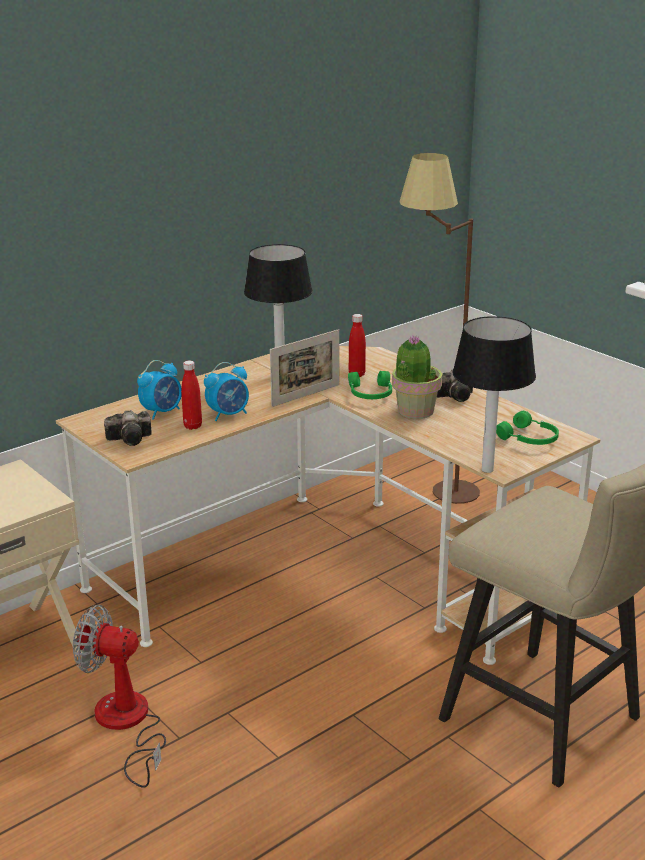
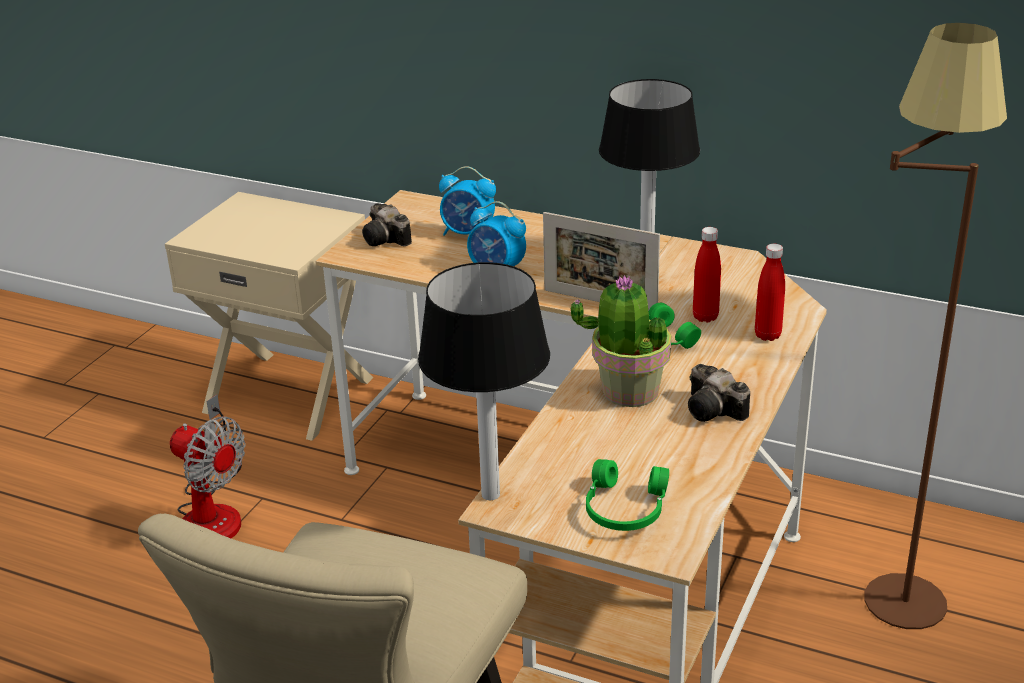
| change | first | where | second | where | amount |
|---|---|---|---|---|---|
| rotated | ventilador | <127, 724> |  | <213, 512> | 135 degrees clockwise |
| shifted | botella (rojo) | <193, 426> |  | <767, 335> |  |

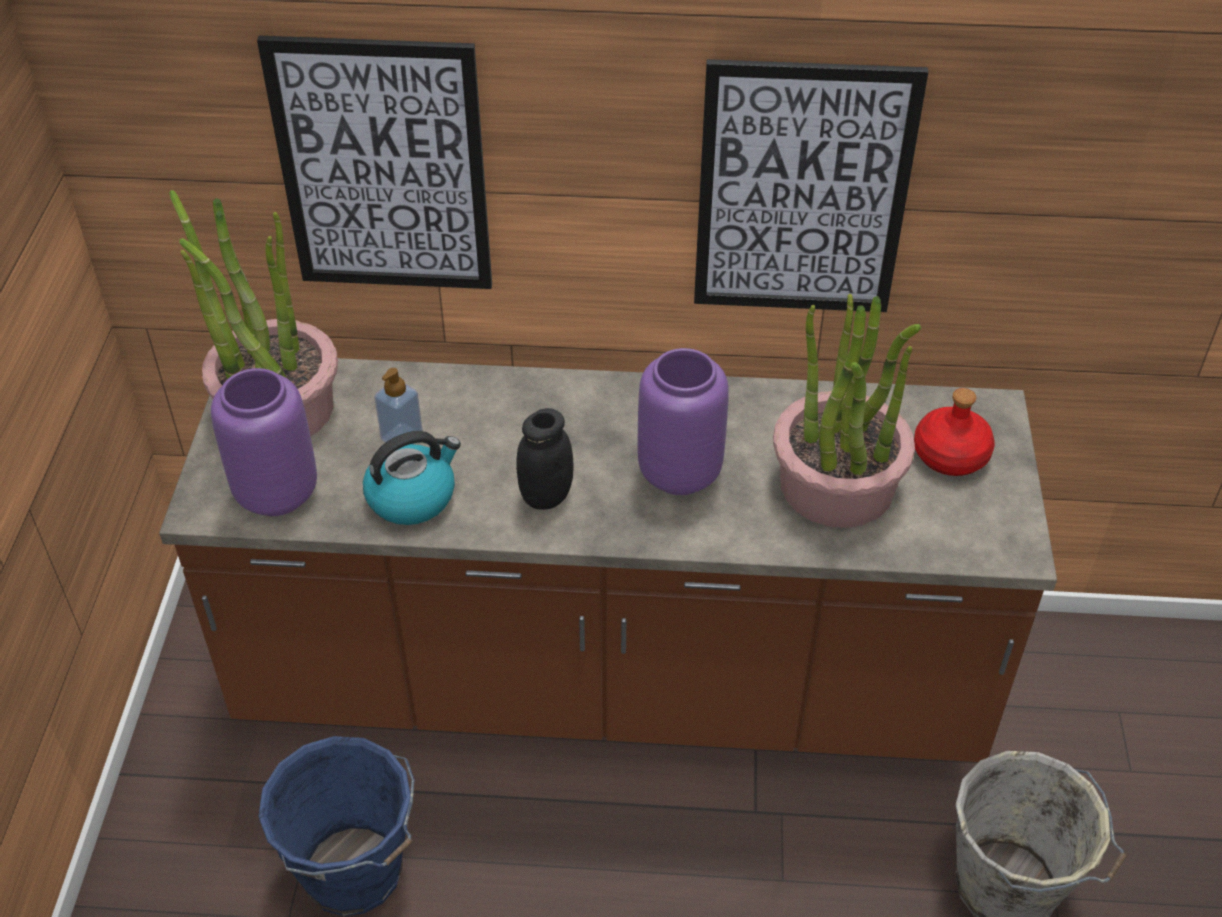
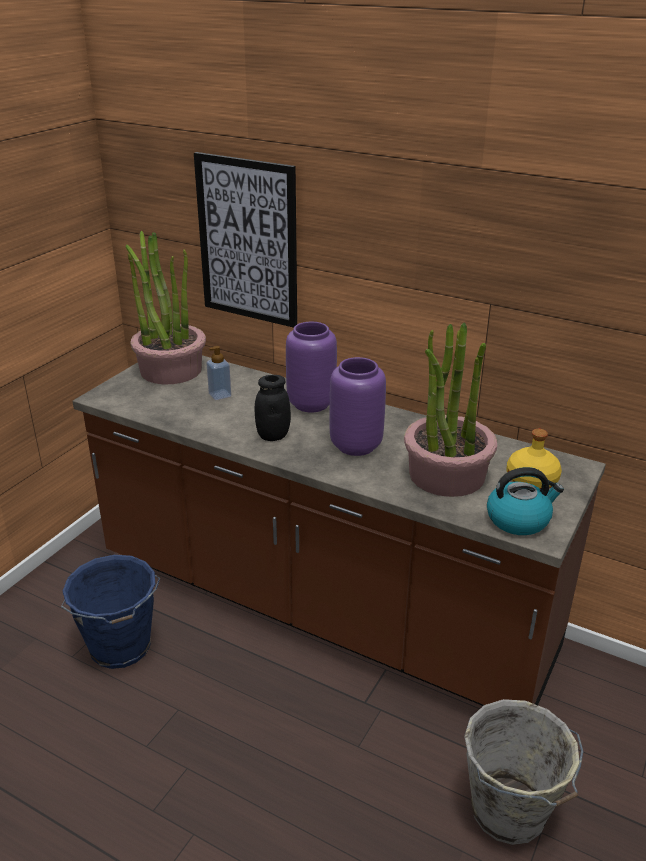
| change | first | where | second | where | amount |
|---|---|---|---|---|---|
| shifted | florero (morado) | <278, 494> |  | <312, 404> |  |
| shifted | hervidor | <412, 497> |  | <519, 519> |  |
| gone | cuadro | <802, 191> |  |  |  |
| repainted | botella (rojo) | <949, 455> | botella (amarillo) | <531, 480> |  |

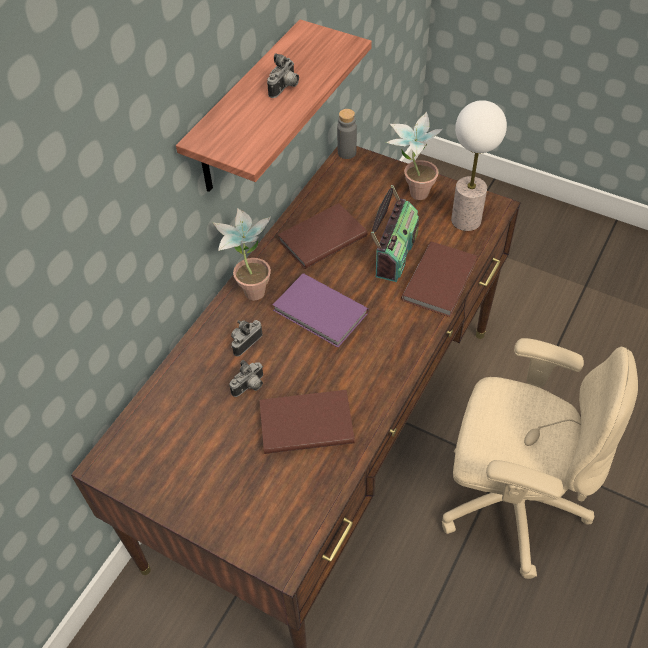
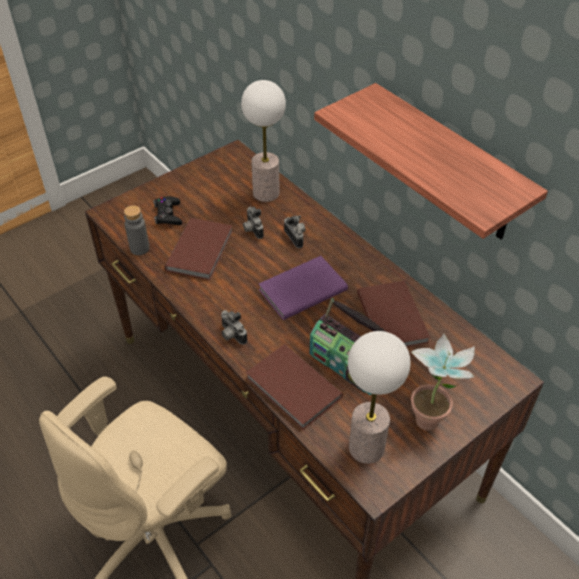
| change | first | where | second | where | amount |
|---|---|---|---|---|---|
| gone | planta en maceta | <251, 287> |  |  |  |
| shifted | cámara | <285, 88> |  | <231, 335> |  |
| shifted | botella (gris) | <347, 152> |  | <139, 248> |  |
| new |  |  | mando de consola (negro) | <168, 215> |  |
| new |  |  | lámpara de mesa | <266, 193> |  |

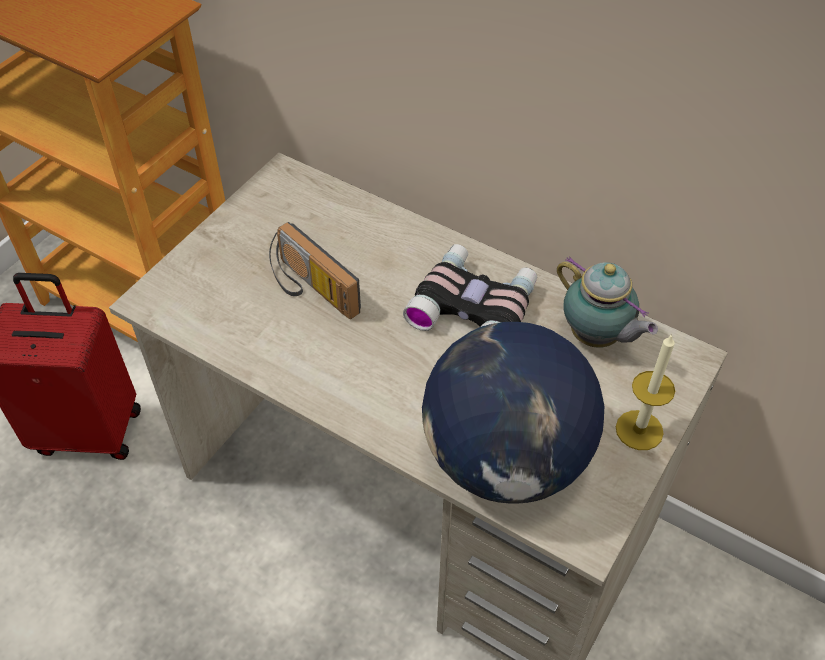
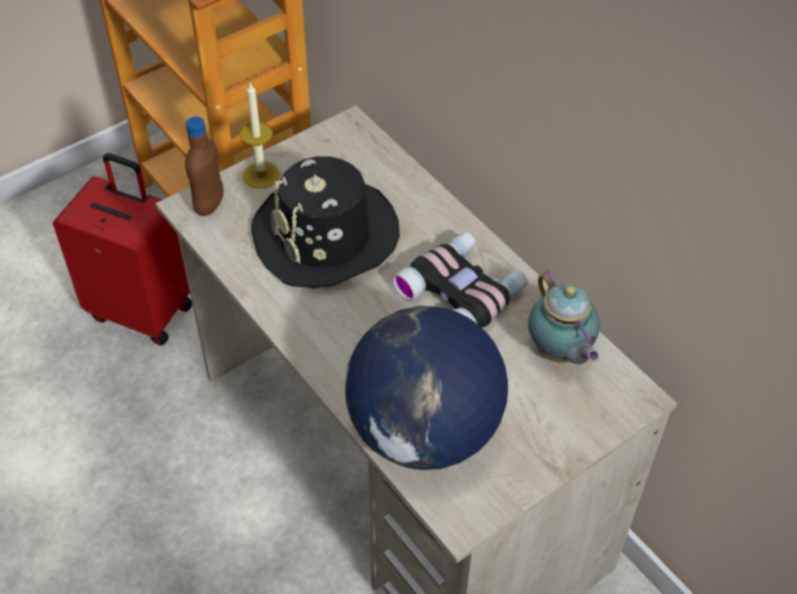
| change | first | where | second | where | amount |
|---|---|---|---|---|---|
| swapped | radio | <309, 289> | sombrero (negro) | <326, 236> |  |
| shifted | vela | <639, 430> |  | <261, 175> |  |
| new |  |  | botella (marrón) | <209, 204> |  |

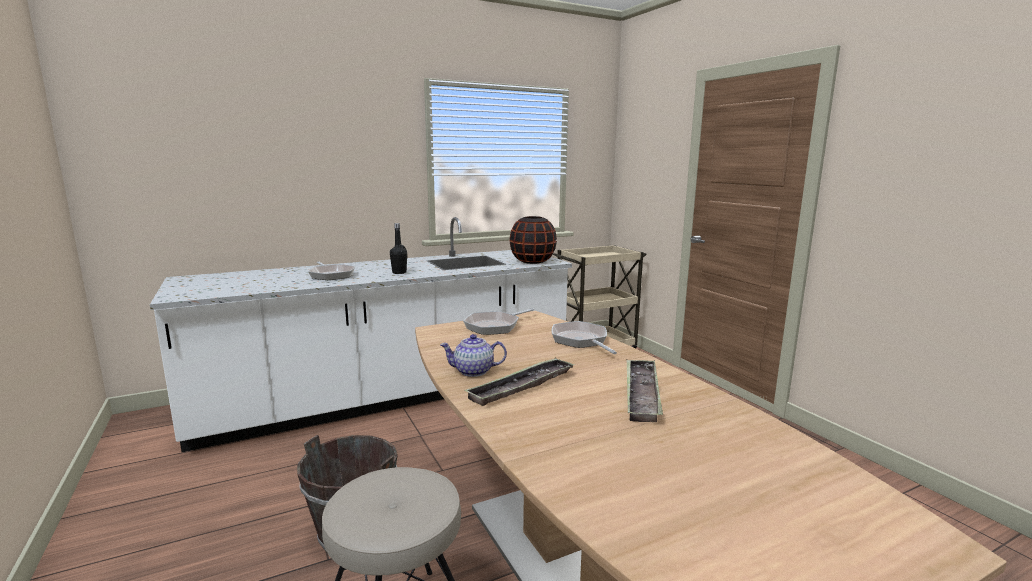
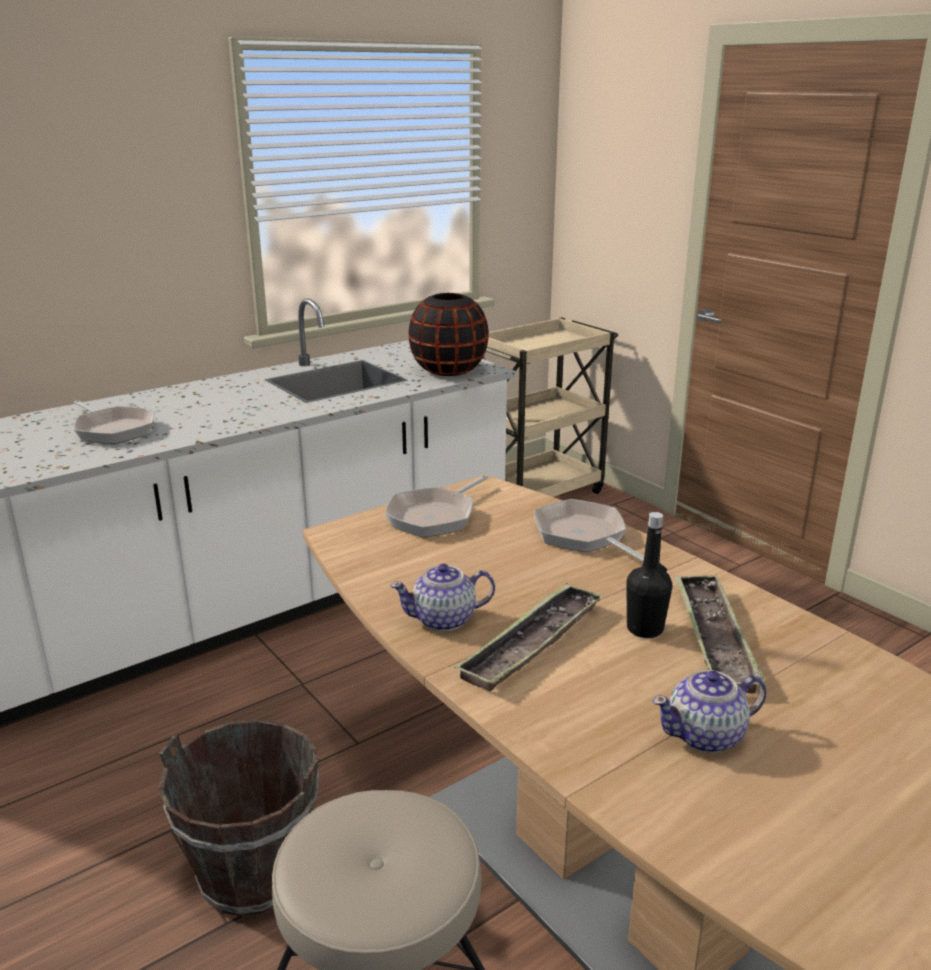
| change | first | where | second | where | amount |
|---|---|---|---|---|---|
| shifted | botella (negro) | <399, 272> |  | <645, 629> |  |
| new |  |  | tetera | <706, 736> |  |

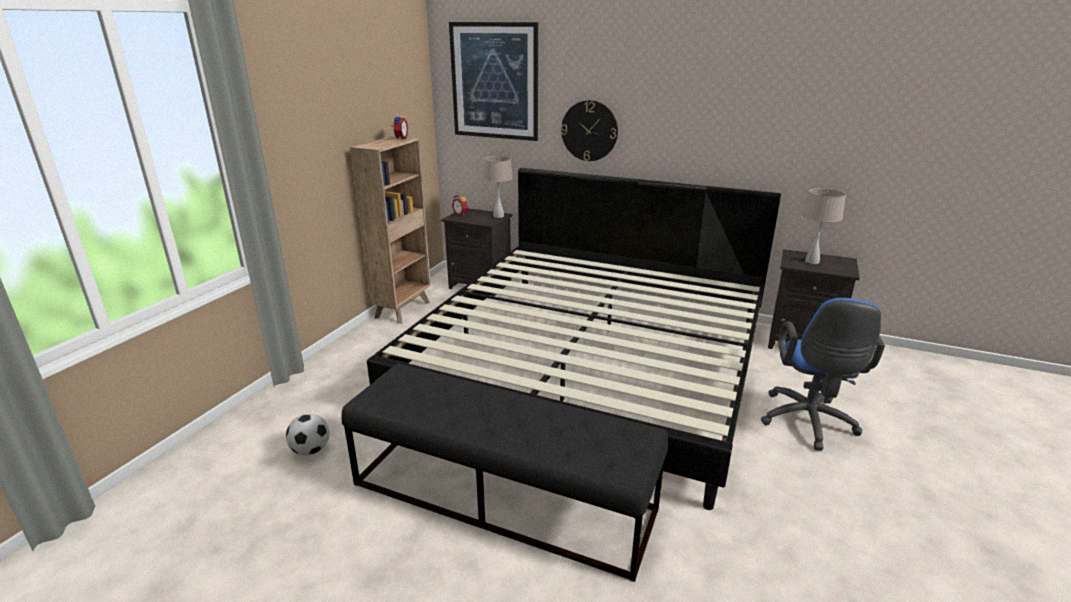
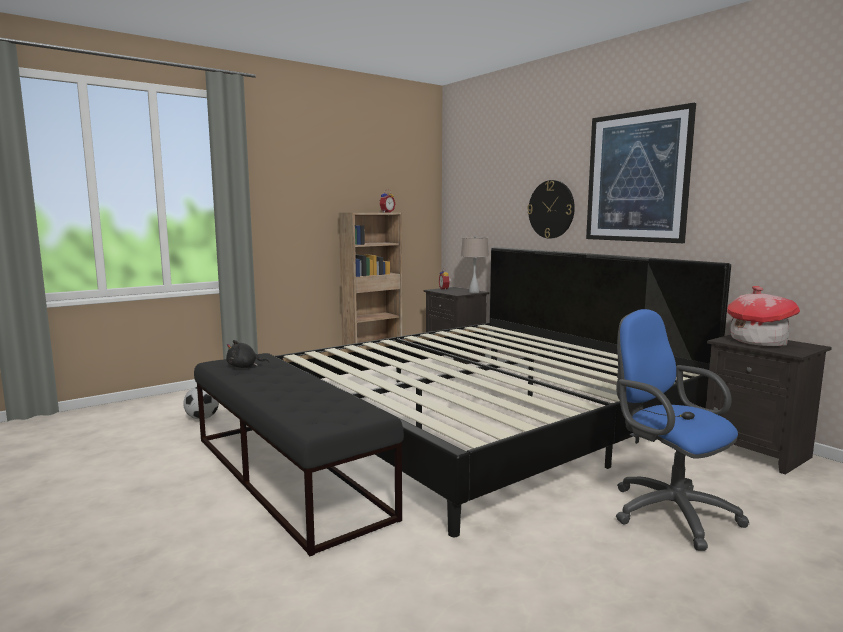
| change | first | where | second | where | amount |
|---|---|---|---|---|---|
| shifted | cuadro | <494, 81> |  | <637, 177> |  |
| rotated | silla de oficina (azul) | <808, 423> |  | <666, 511> | 105 degrees clockwise |
| swapped | lámpara de mesa (beis) | <811, 261> | casita | <758, 341> |  |
| new |  |  | peluche (negro) | <244, 367> |  |

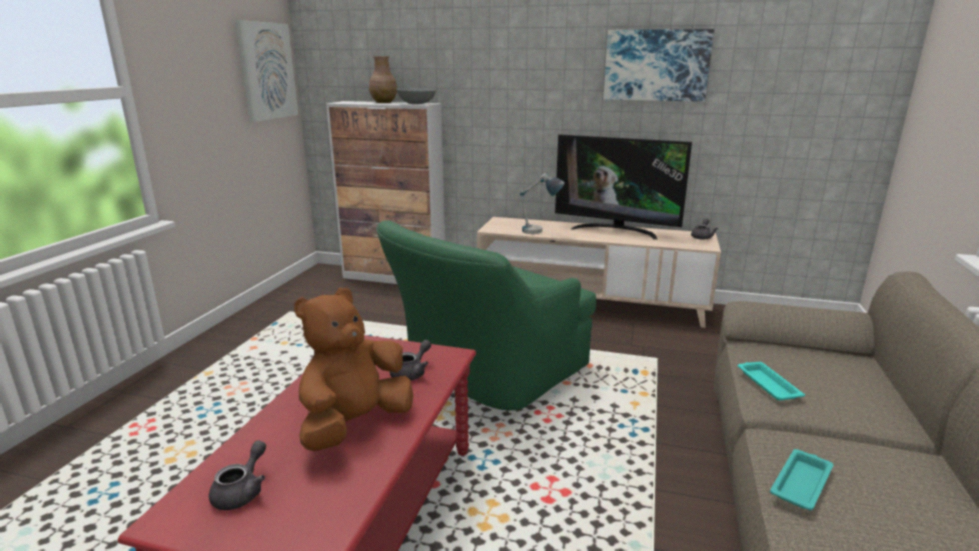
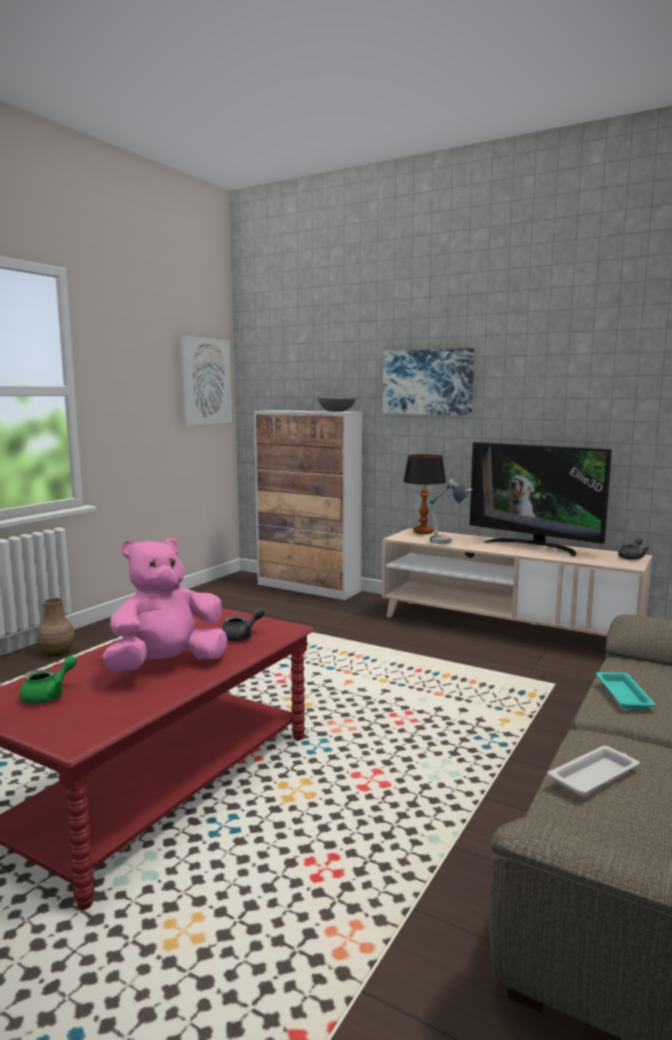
| change | first | where | second | where | amount |
|---|---|---|---|---|---|
| repainted | tetera (gris) | <242, 491> | tetera (verde) | <49, 695> |  |
| repainted | peluche (marrón) | <355, 424> | peluche (rosa) | <167, 665> |  |
| shifted | florero (marrón) | <383, 102> |  | <56, 652> |  |
| gone | sillón (verde) | <485, 372> |  |  |  |
| shifted | cuadro | <656, 65> |  | <428, 382> |  |
| repainted | bandeja (turquesa) | <801, 483> | bandeja (blanco) | <595, 775> |  |
| new |  |  | lámpara de mesa | <423, 532> |  |

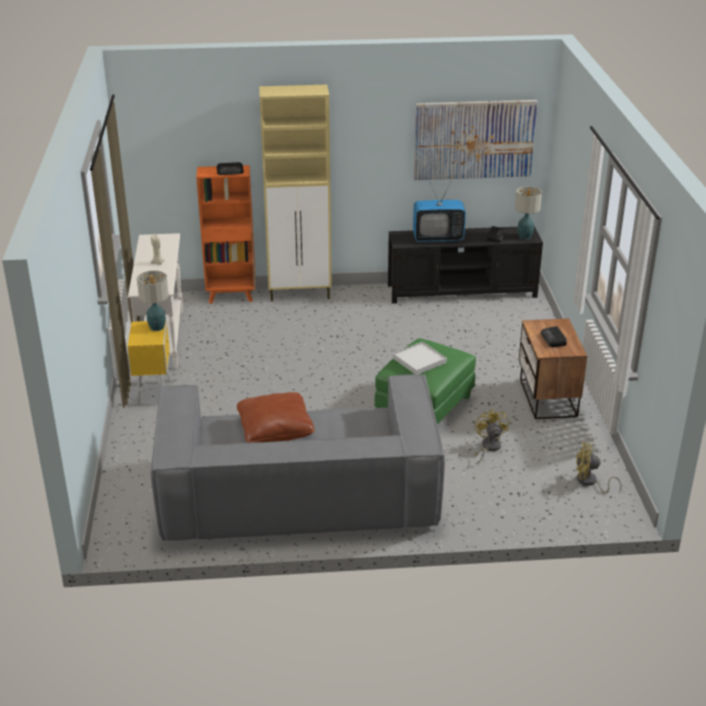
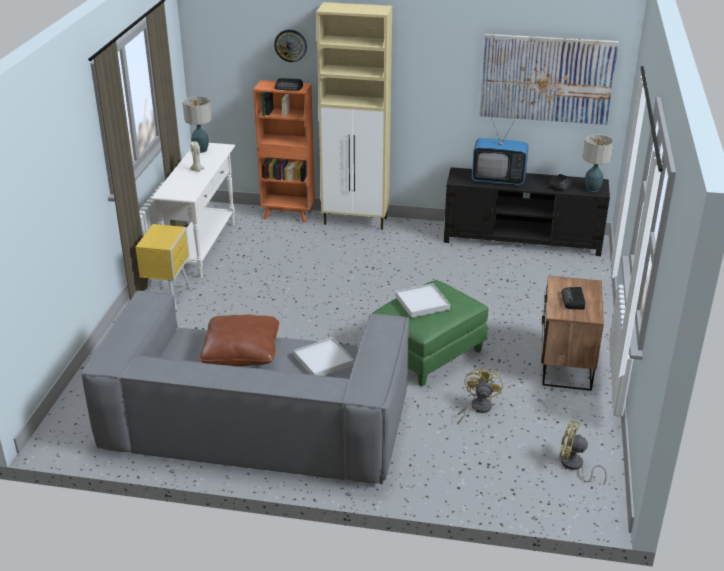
| change | first | where | second | where | amount |
|---|---|---|---|---|---|
| shifted | lámpara de mesa | <156, 327> |  | <200, 150> |  |
| new |  |  | reloj de pared | <290, 45> |  |
| new |  |  | bandeja (blanco) | <323, 360> |  |

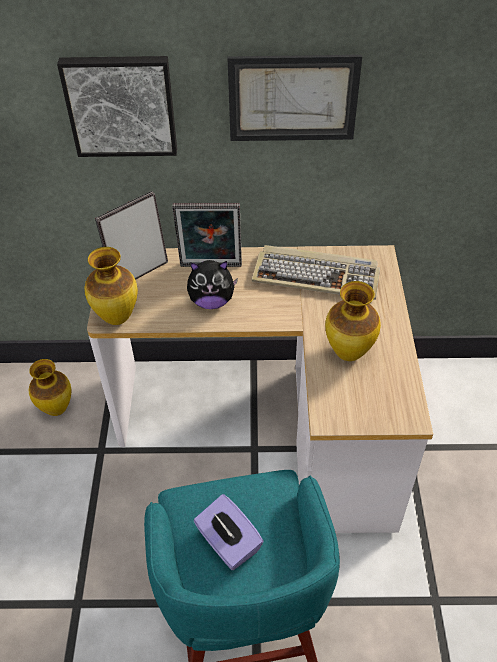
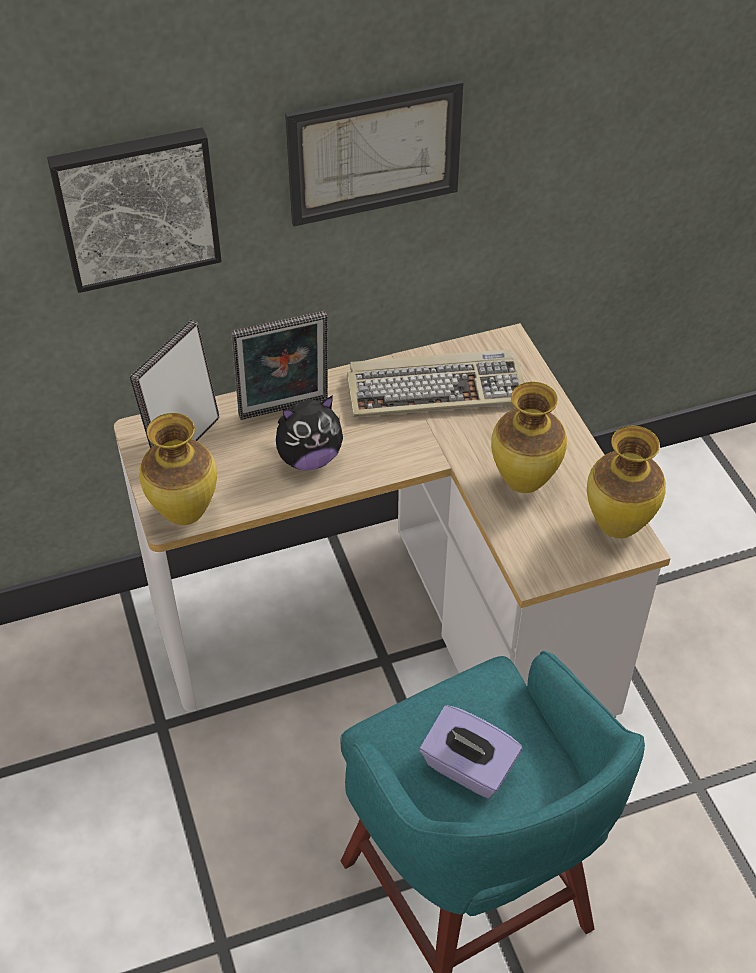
| change | first | where | second | where | amount |
|---|---|---|---|---|---|
| shifted | florero | <57, 408> |  | <616, 526> |  |

